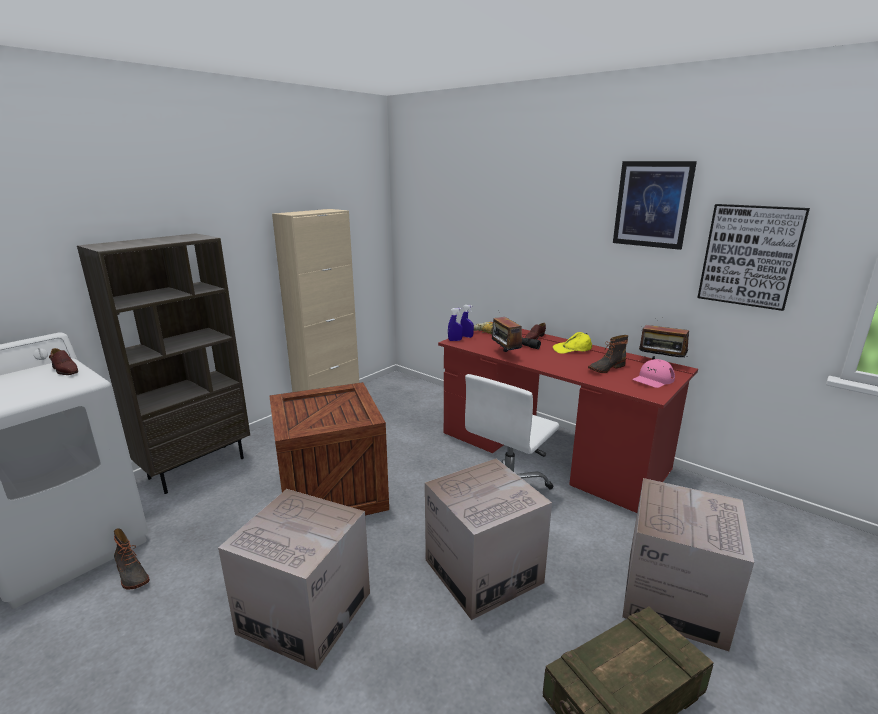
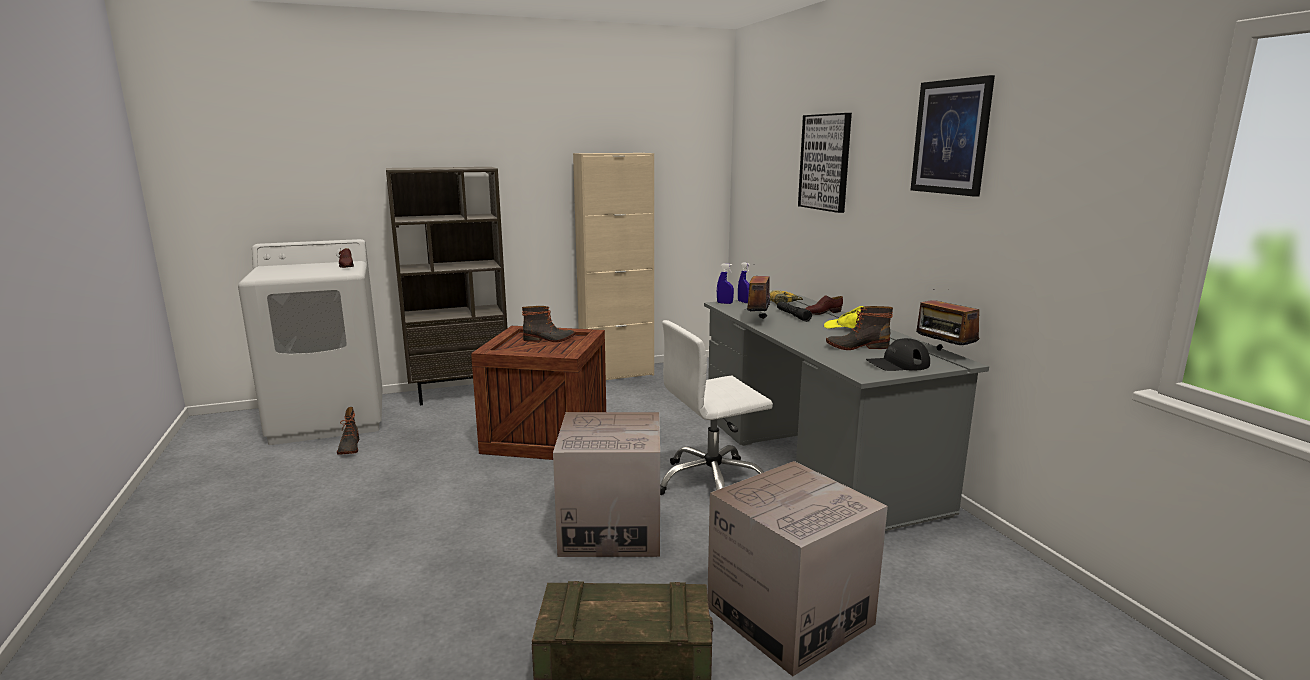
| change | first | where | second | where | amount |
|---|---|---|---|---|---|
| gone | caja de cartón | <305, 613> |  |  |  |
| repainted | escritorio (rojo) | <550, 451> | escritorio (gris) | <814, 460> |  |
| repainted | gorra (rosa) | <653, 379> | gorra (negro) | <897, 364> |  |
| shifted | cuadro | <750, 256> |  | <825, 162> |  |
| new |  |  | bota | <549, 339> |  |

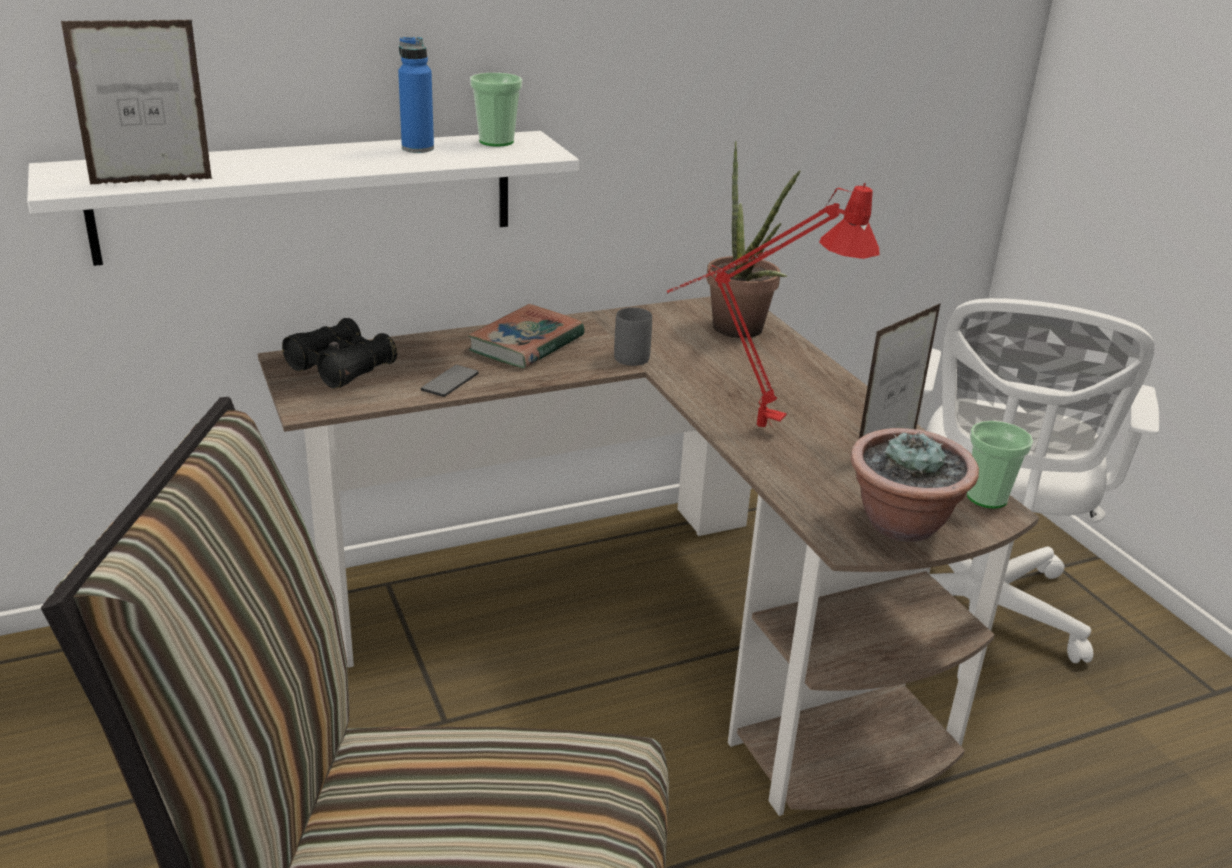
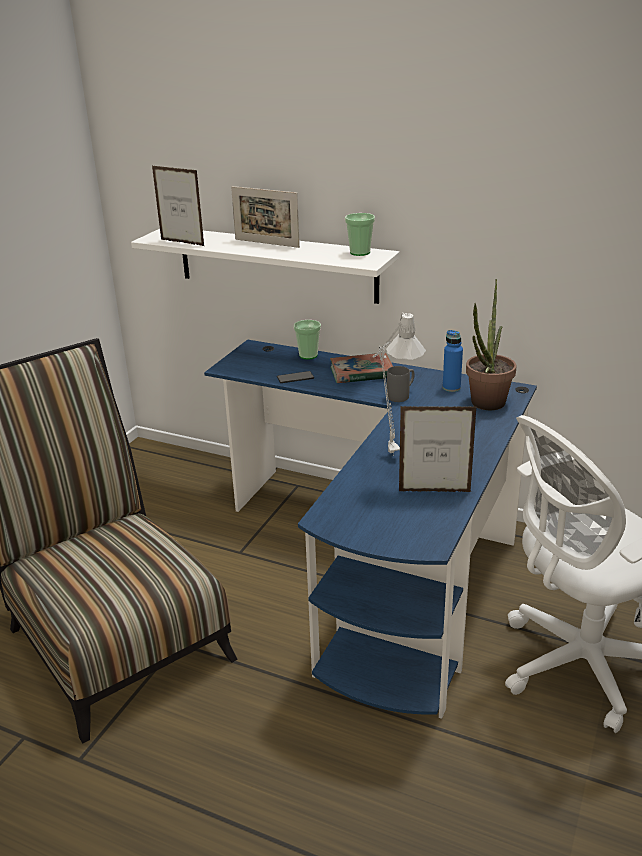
| change | first | where | second | where | amount |
|---|---|---|---|---|---|
| repainted | escritorio (marrón) | <647, 623> | escritorio (azul) | <384, 562> |  |
| gone | prismáticos (negro) | <341, 368> |  |  |  |
| shifted | botella (azul) | <417, 148> |  | <451, 388> |  |
| repainted | lámpara de mesa (rojo) | <748, 425> | lámpara de mesa (gris) | <388, 450> |  |
| gone | planta en maceta | <902, 525> |  |  |  |
| shifted | taza | <987, 497> |  | <308, 355> |  |
| new |  |  | portarretratos | <266, 243> |  |

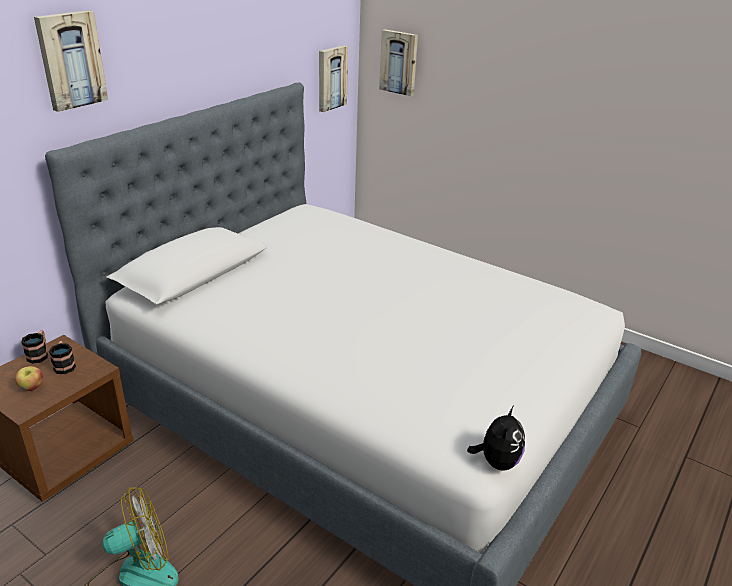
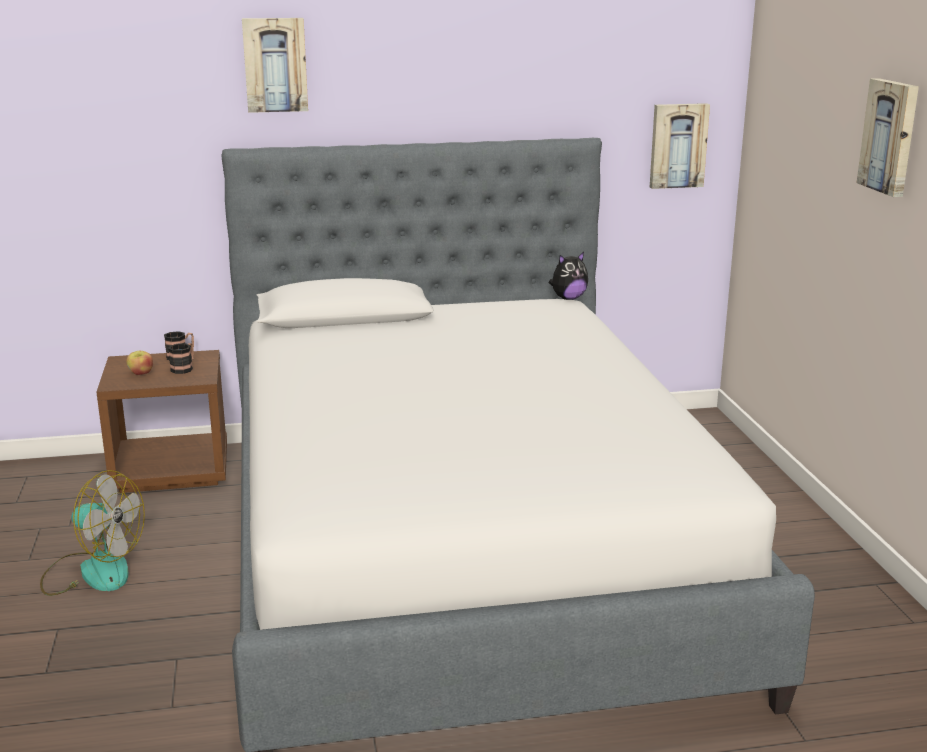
| change | first | where | second | where | amount |
|---|---|---|---|---|---|
| shifted | cuadro | <399, 62> |  | <891, 136> |  |
| shifted | peluche | <497, 462> |  | <568, 298> |  |

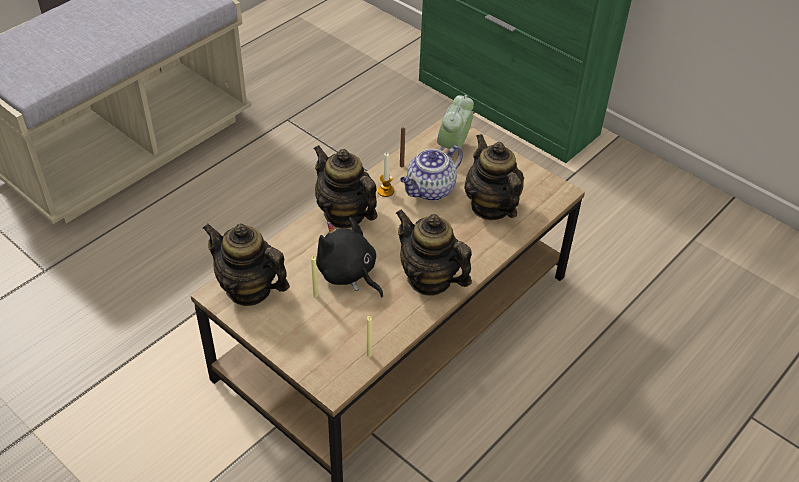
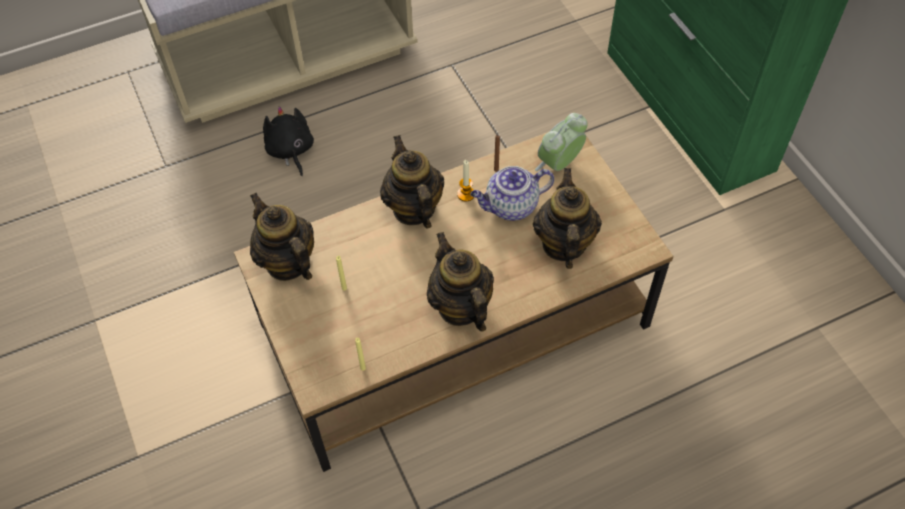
| change | first | where | second | where | amount |
|---|---|---|---|---|---|
| shifted | peluche (negro) | <348, 274> |  | <290, 151> |  |

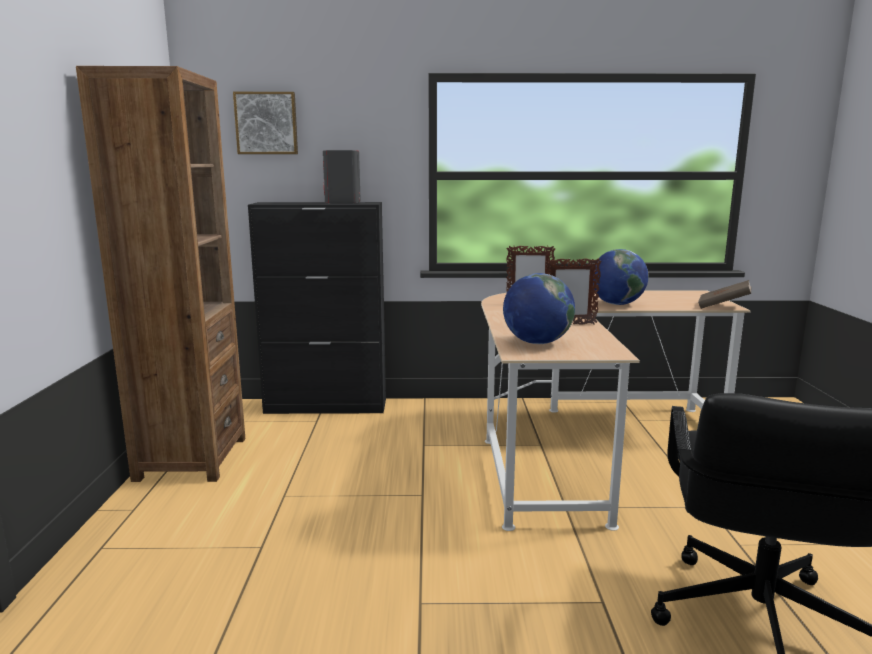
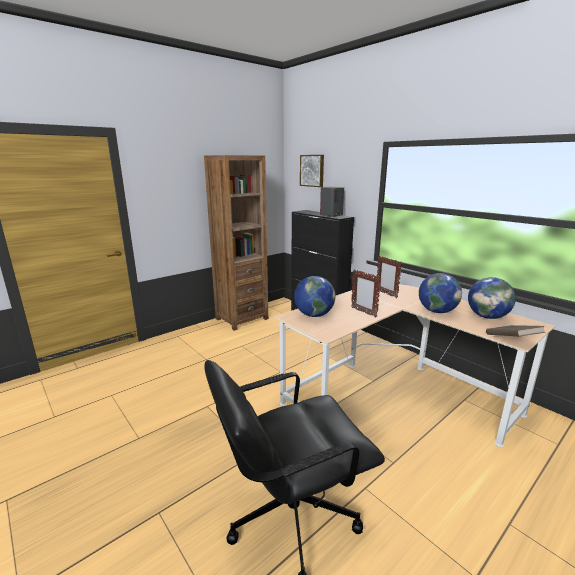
| change | first | where | second | where | amount |
|---|---|---|---|---|---|
| new |  |  | globo terráqueo | <487, 317> |  |

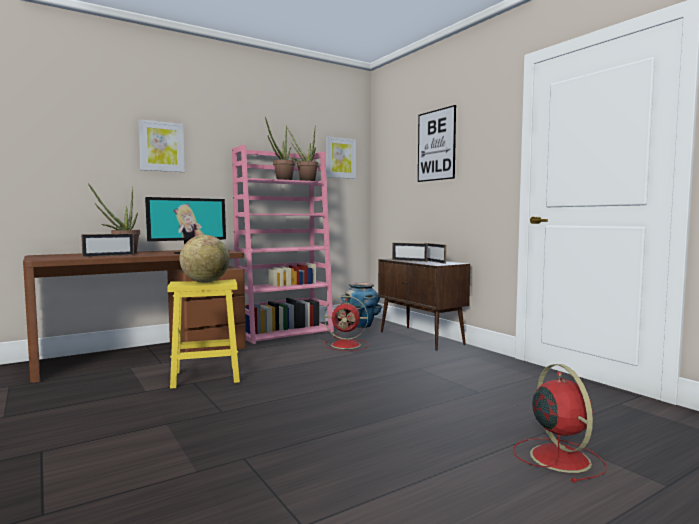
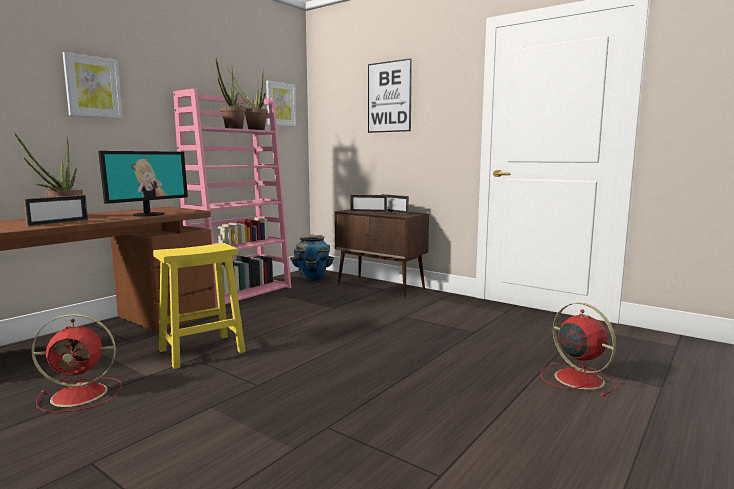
| change | first | where | second | where | amount |
|---|---|---|---|---|---|
| gone | globo terráqueo | <205, 282> |  |  |  |
| shifted | ventilador (rojo) | <347, 345> |  | <82, 394> |  |

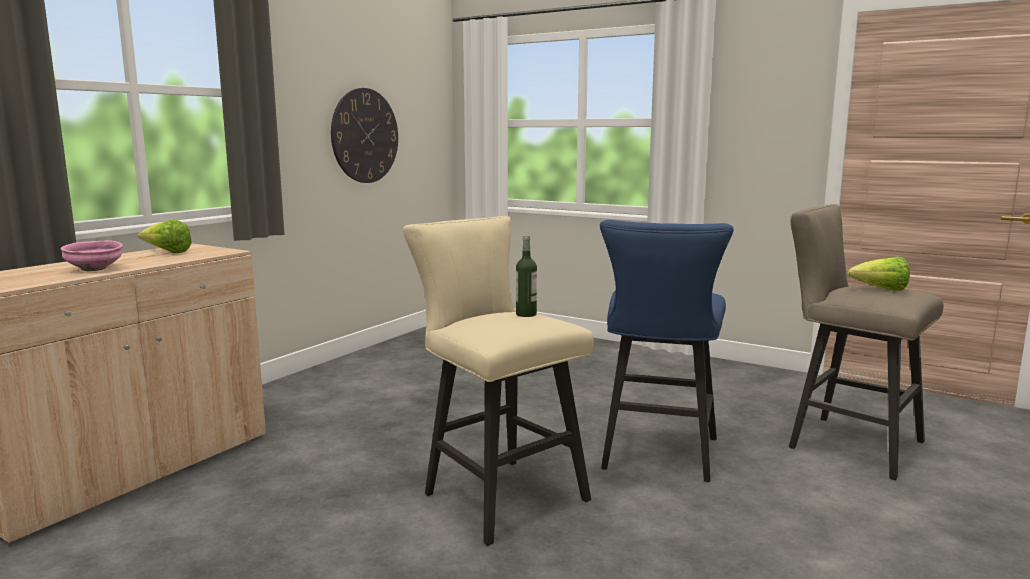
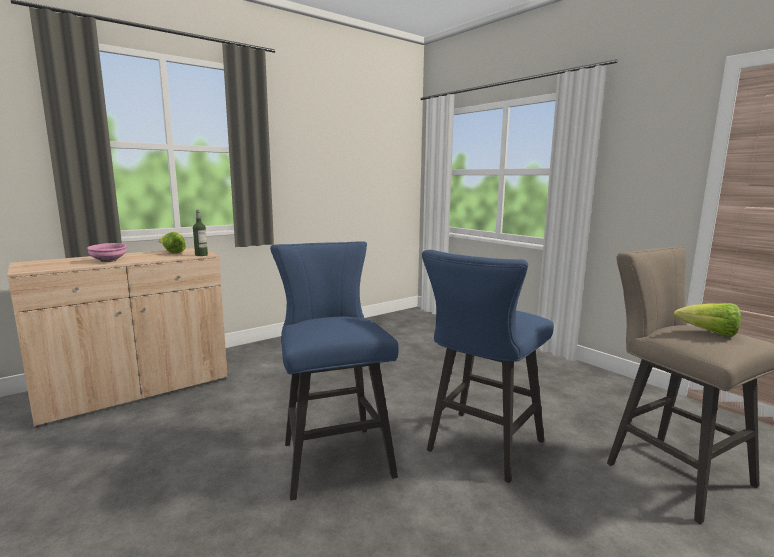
| change | first | where | second | where | amount |
|---|---|---|---|---|---|
| gone | reloj de pared | <365, 136> |  |  |  |
| repainted | taburete (beis) | <497, 494> | taburete (azul) | <333, 455> |  |
| shifted | botella | <526, 314> |  | <201, 255> |  |

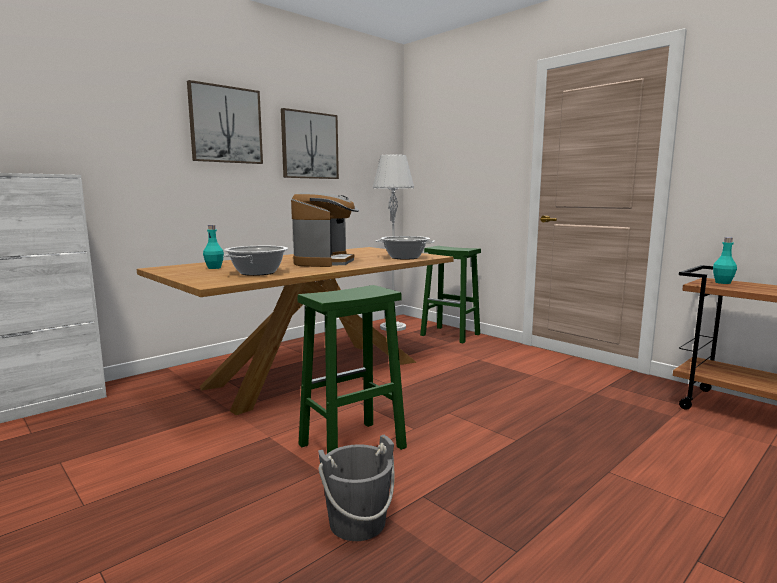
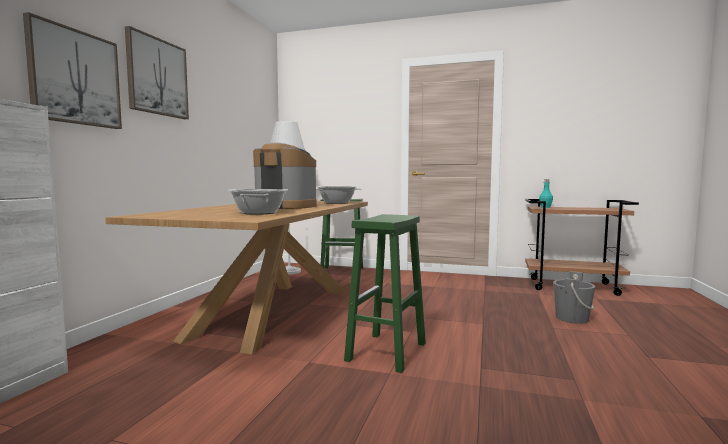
| change | first | where | second | where | amount |
|---|---|---|---|---|---|
| gone | botella (turquesa) | <214, 268> |  |  |  |
| shifted | cuadro | <309, 145> |  | <75, 77> |  |
| rotated | cafetera | <325, 262> |  | <286, 206> | 45 degrees counterclockwise |
| shifted | cubo (gris) | <357, 522> |  | <572, 318> |  |

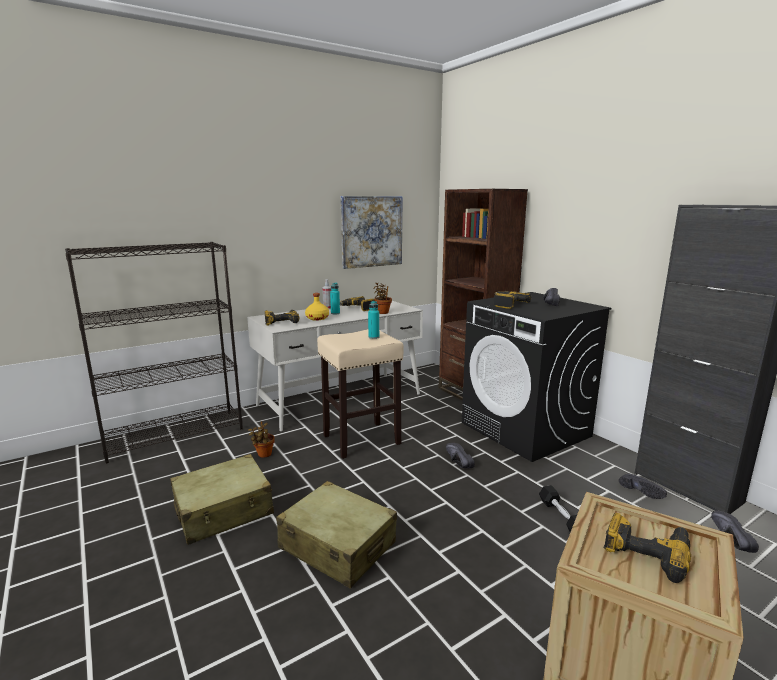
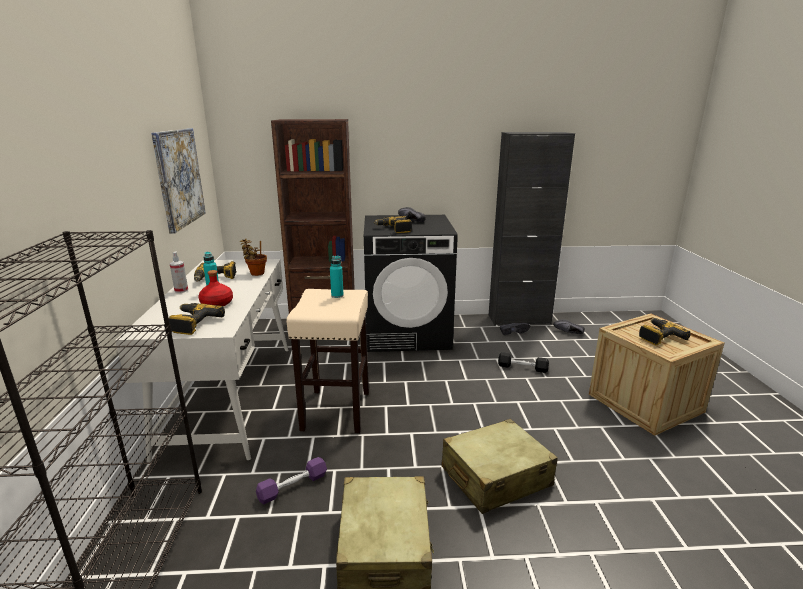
| change | first | where | second | where | amount |
|---|---|---|---|---|---|
| swapped | planta en maceta | <263, 455> | mancuerna (morado) | <293, 486> |  |
| repainted | botella (amarillo) | <317, 318> | botella (rojo) | <217, 303> |  |
| gone | zapato (negro) | <456, 462> |  |  |  |

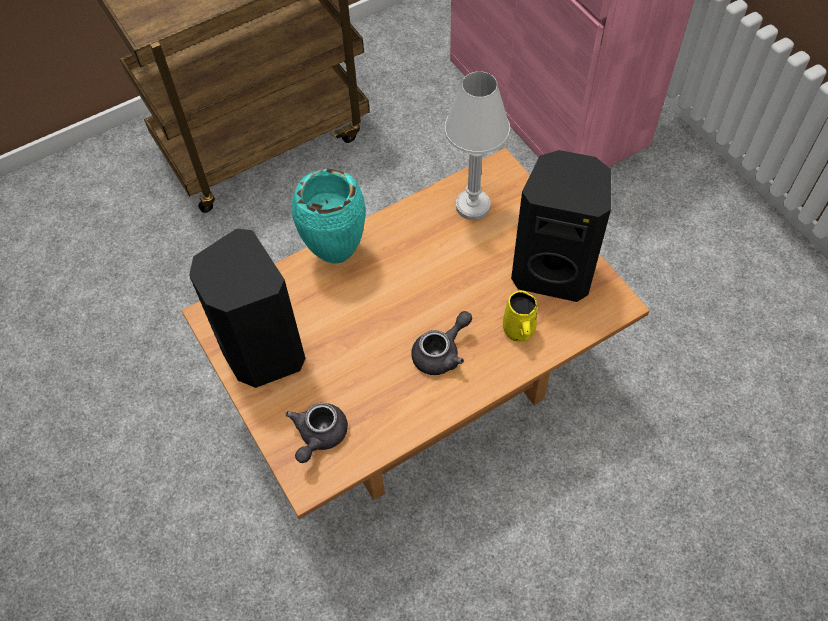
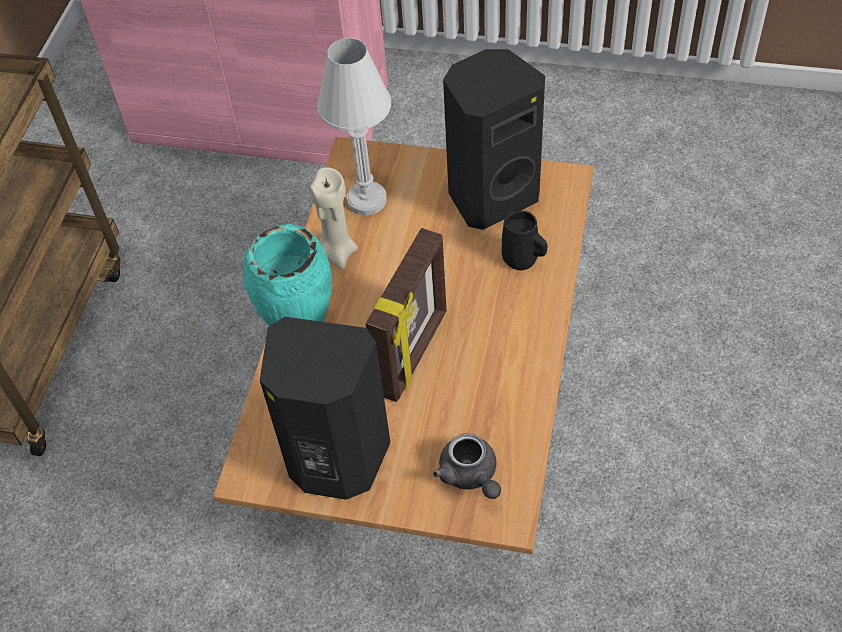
| change | first | where | second | where | amount |
|---|---|---|---|---|---|
| gone | tetera (gris) | <441, 353> |  |  |  |
| repainted | taza grande (amarillo) | <519, 331> | taza grande (negro) | <522, 259> |  |
| new |  |  | vela (beis) | <337, 252> |  |
| new |  |  | portarretratos | <414, 353> |  |

